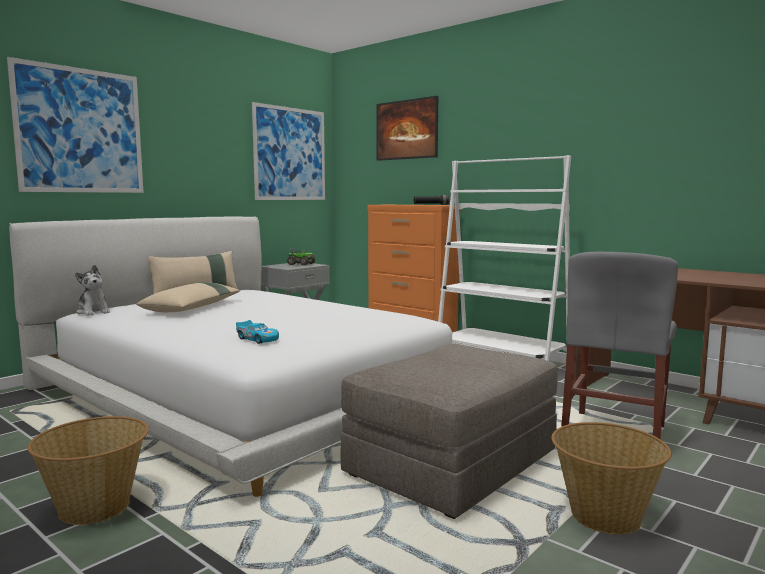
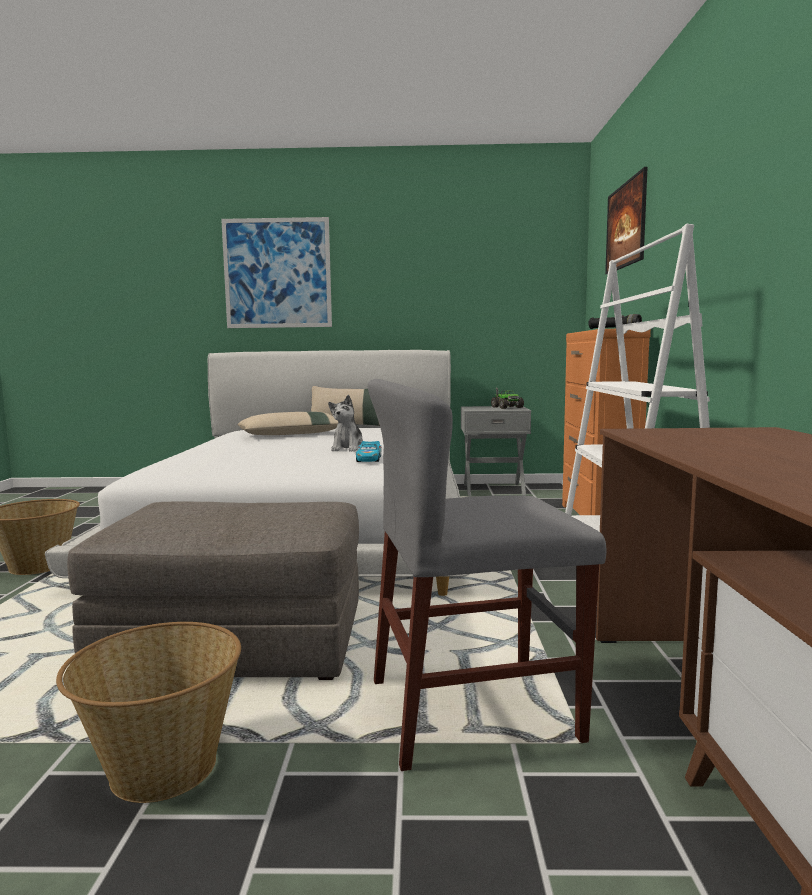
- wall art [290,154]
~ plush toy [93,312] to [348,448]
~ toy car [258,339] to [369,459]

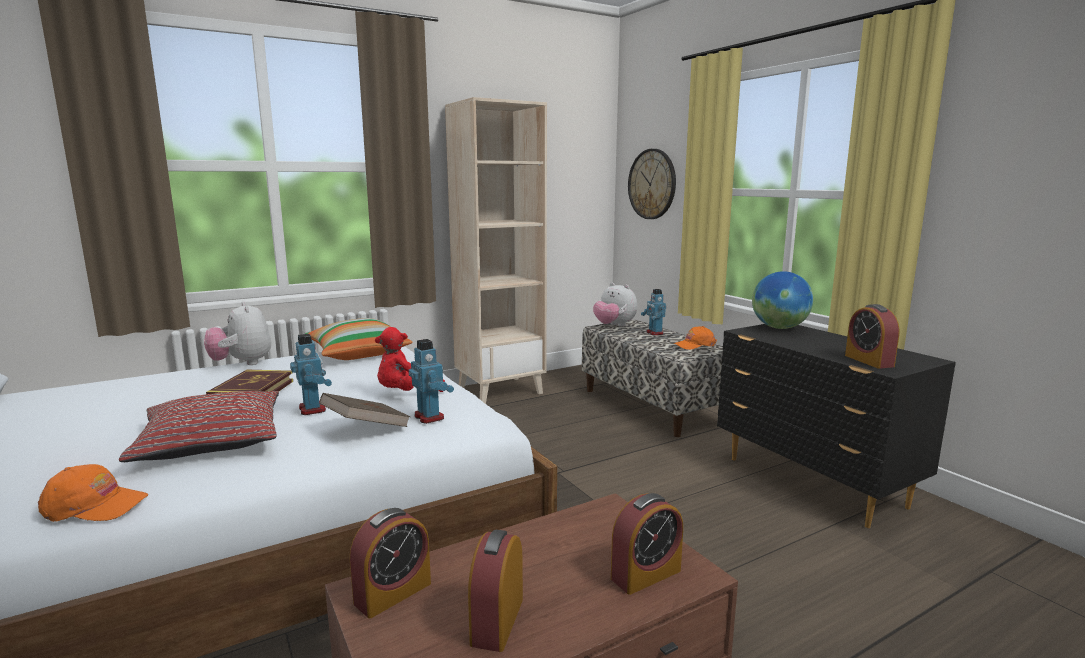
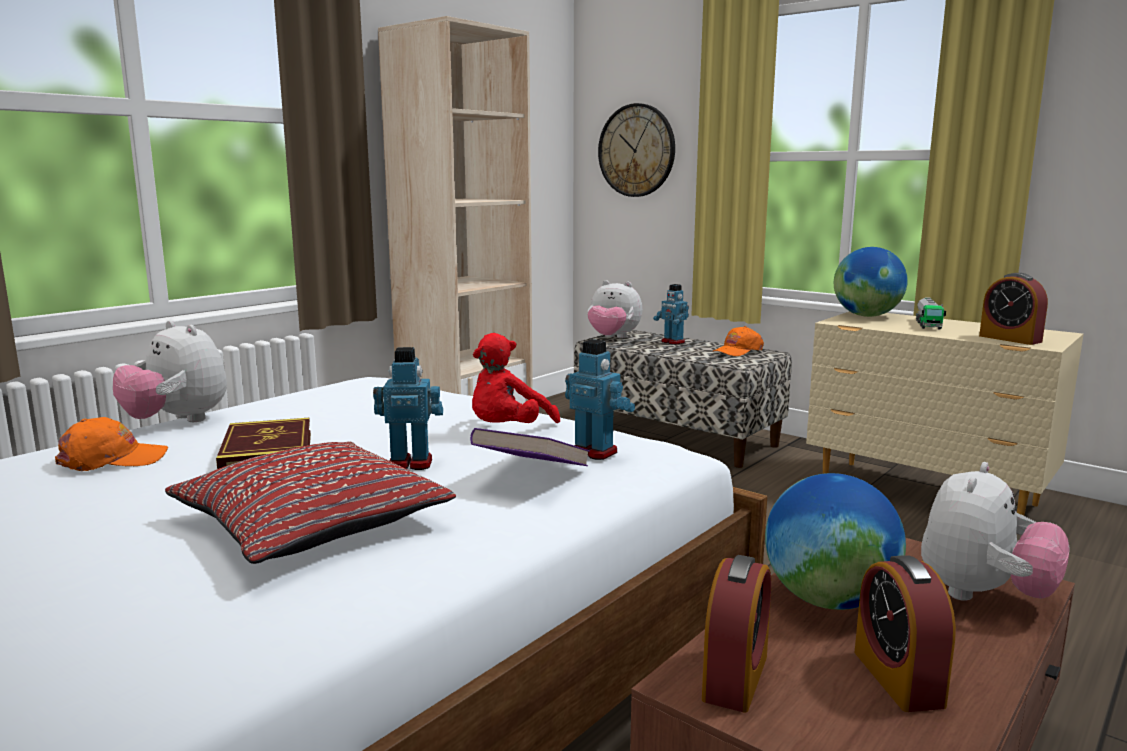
- throw pillow [358,353]
~ black-coloured drawer chest [814,483] to sand-coloured drawer chest [927,495]
~ robot figure [313,409] = [410,463] 45 degrees counterclockwise
~ brownish volume [366,428] to purplish volume [531,474]
~ orange-coloured baseball cap [94,505] to [112,460]
~ bedside clock [646,574] to plush toy [983,595]
+ toy lorry [928,325]
+ desk globe [828,601]

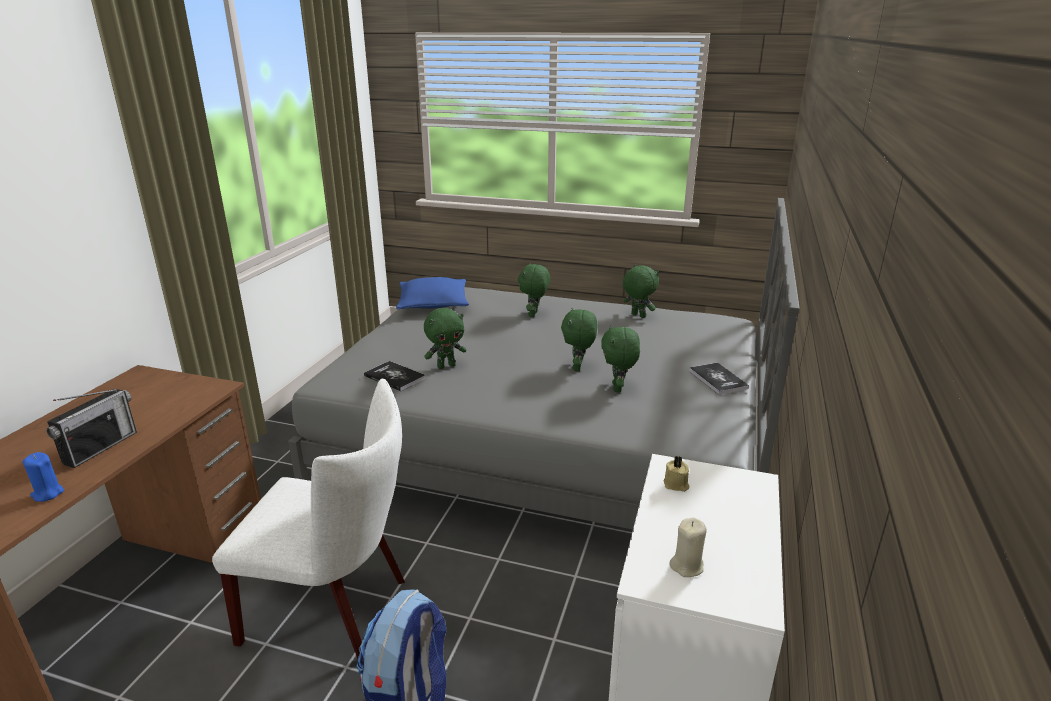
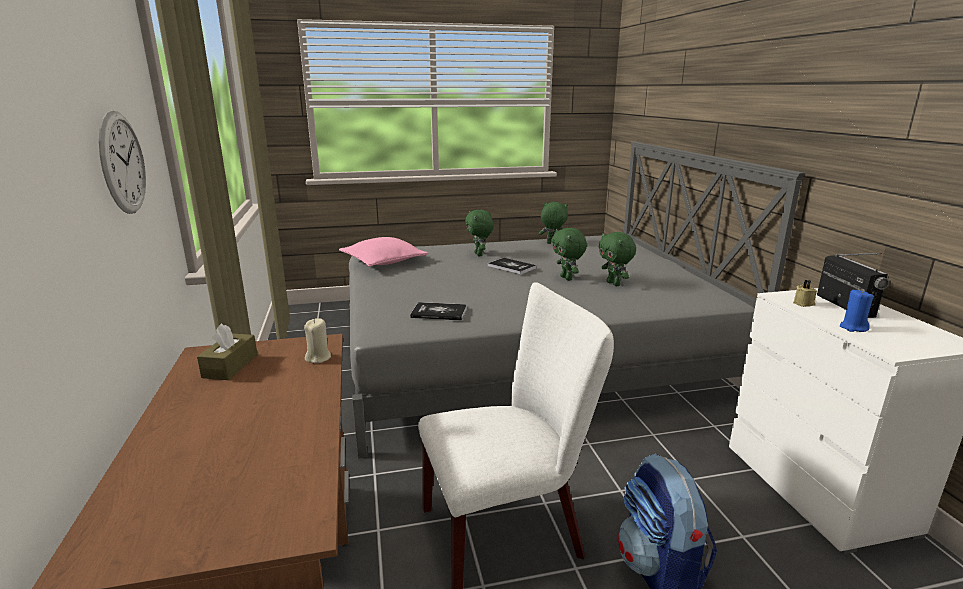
~ bluish throw pillow [433,304] to pinkish throw pillow [383,261]
- green-coloured plush toy [446,366]
~ volume [718,379] to [511,267]
~ radio [100,447] to [844,306]
~ bluish wax light [47,494] to [853,328]
~ sand-coloured wax light [687,566] to [318,358]
+ hanging clock [122,163]
+ brownish tissue box [230,366]

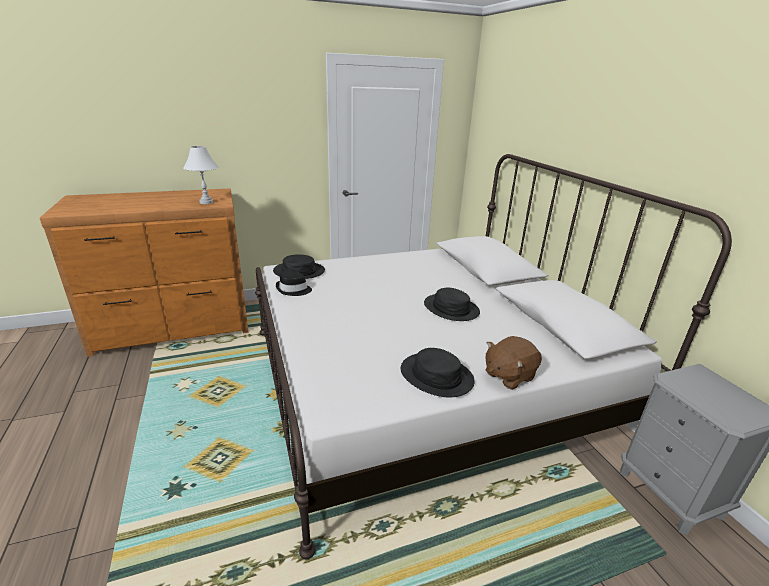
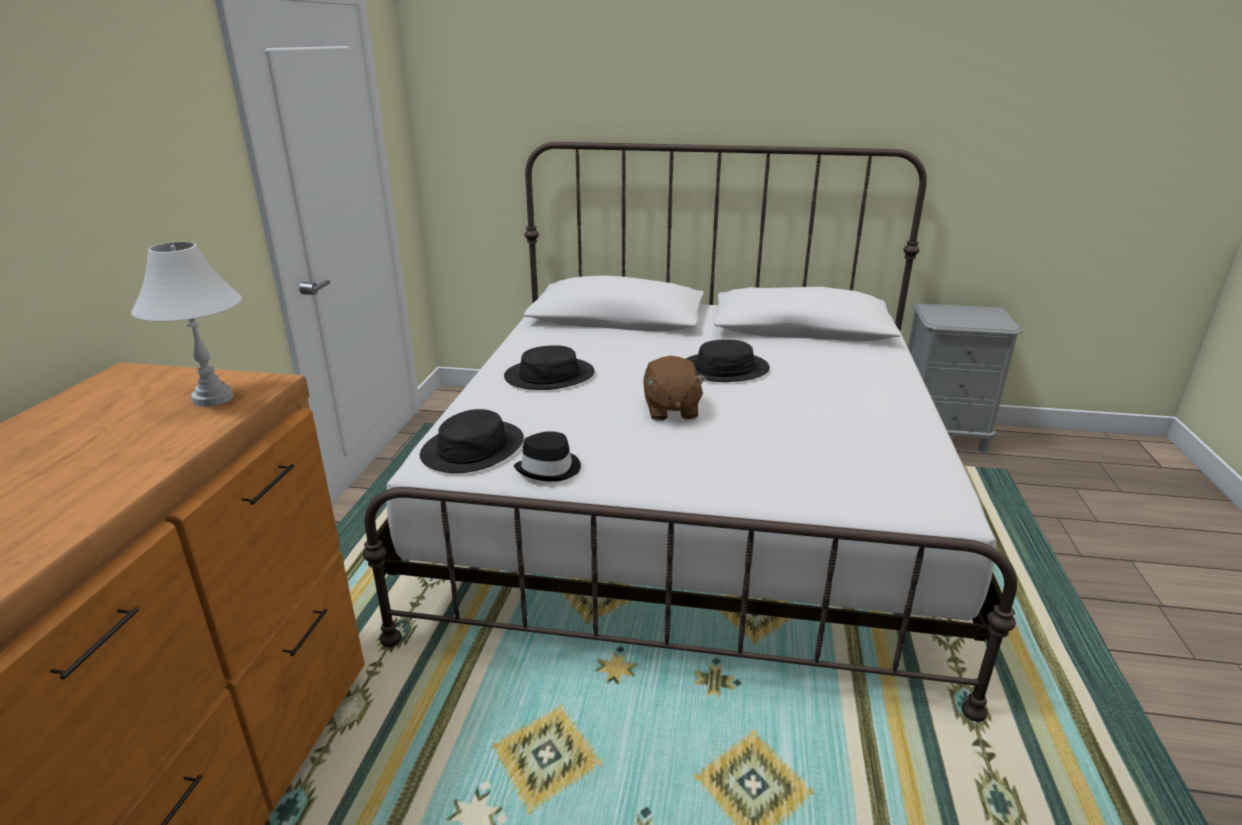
~ brownish plush toy [508,375] to [670,410]
~ black-coloured wearable hat [436,375] to [549,375]

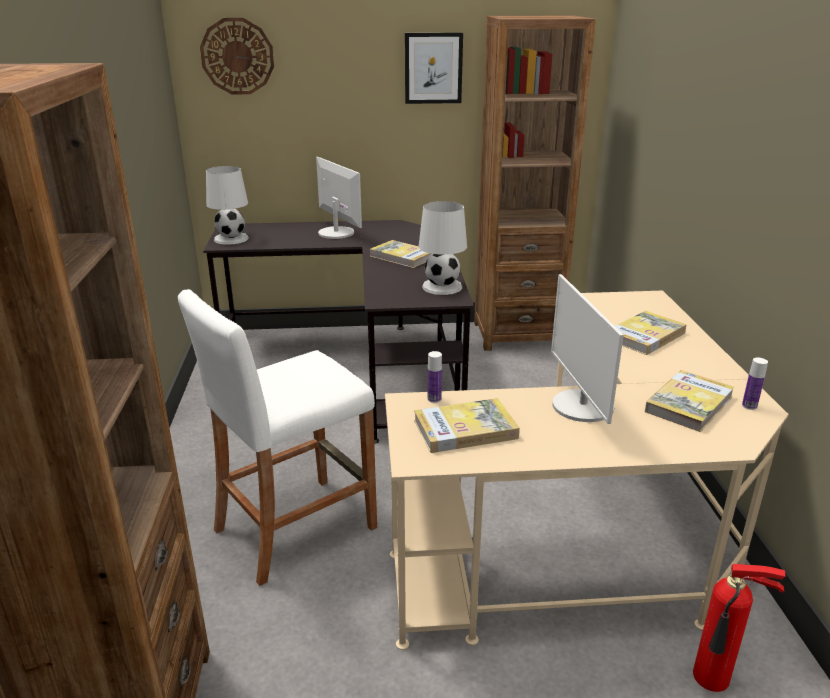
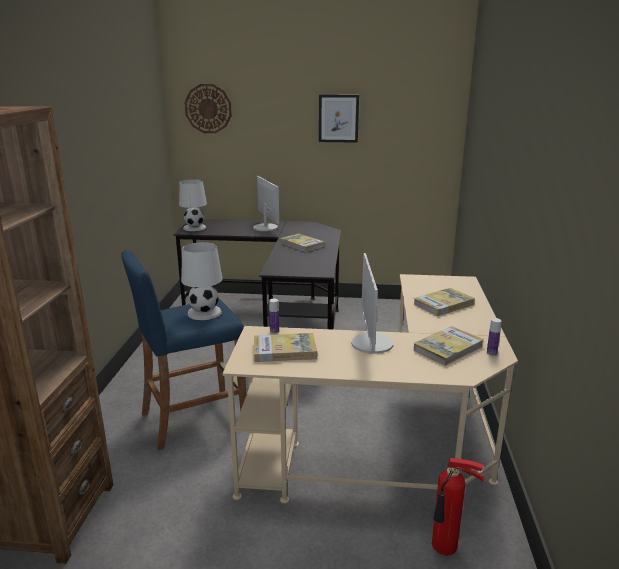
- brownish bookshelf [516,335]
~ white-coloured table lamp [441,287] to [204,312]
~ white-coloured stool seat [295,528] to bluish stool seat [194,418]

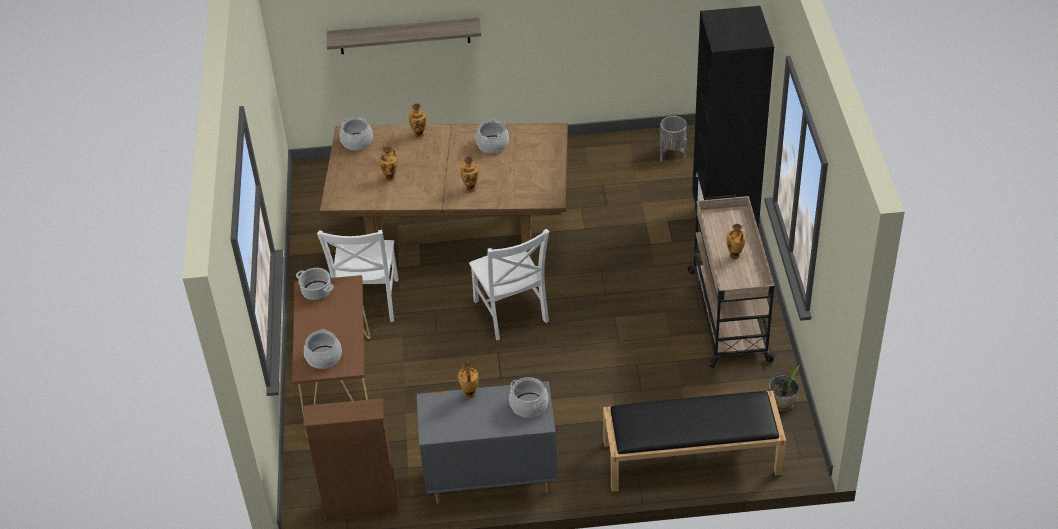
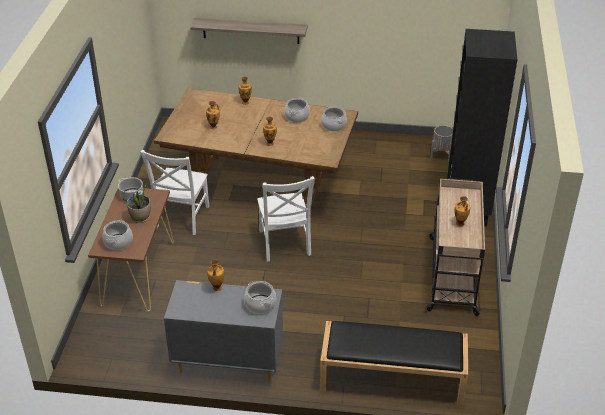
~ stockpot [357,142] to [333,125]
~ potted plant [782,403] to [140,217]
- brownish bookshelf [361,507]

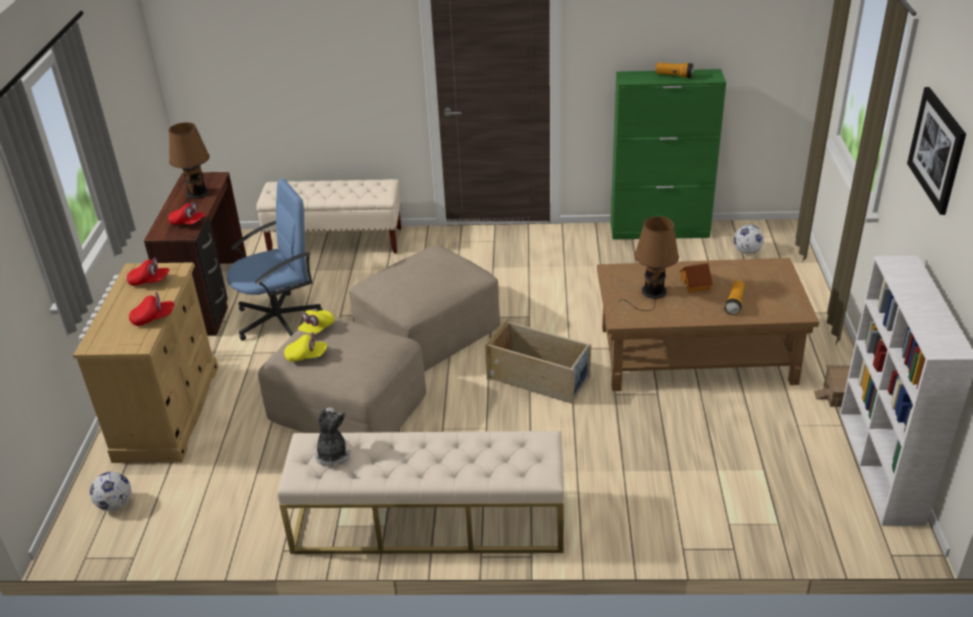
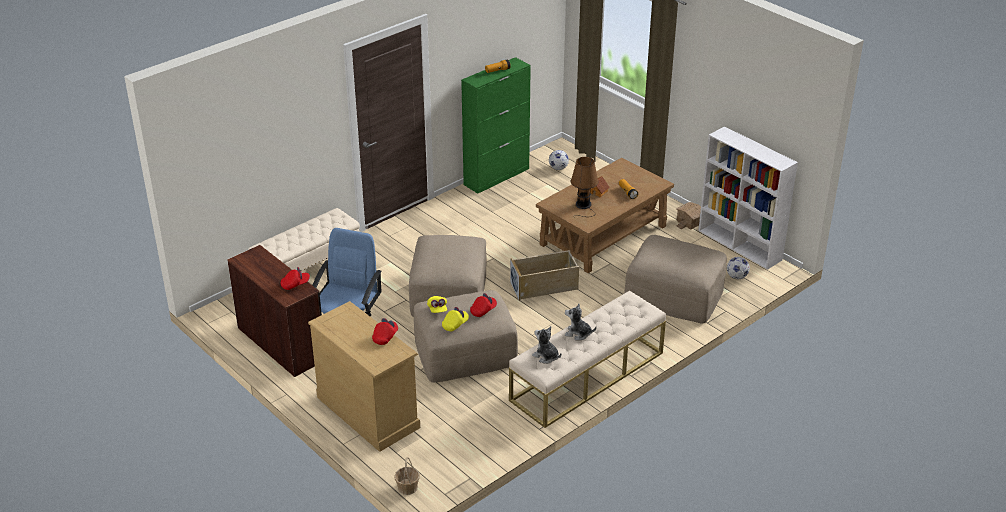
- wall art [937,149]
- brownish table lamp [196,192]
~ red baseball cap [150,281] to [483,310]
~ football ball [115,505] to [737,277]
+ sand-coloured ottoman [674,294]
+ plush toy [578,334]
+ household basket [407,487]

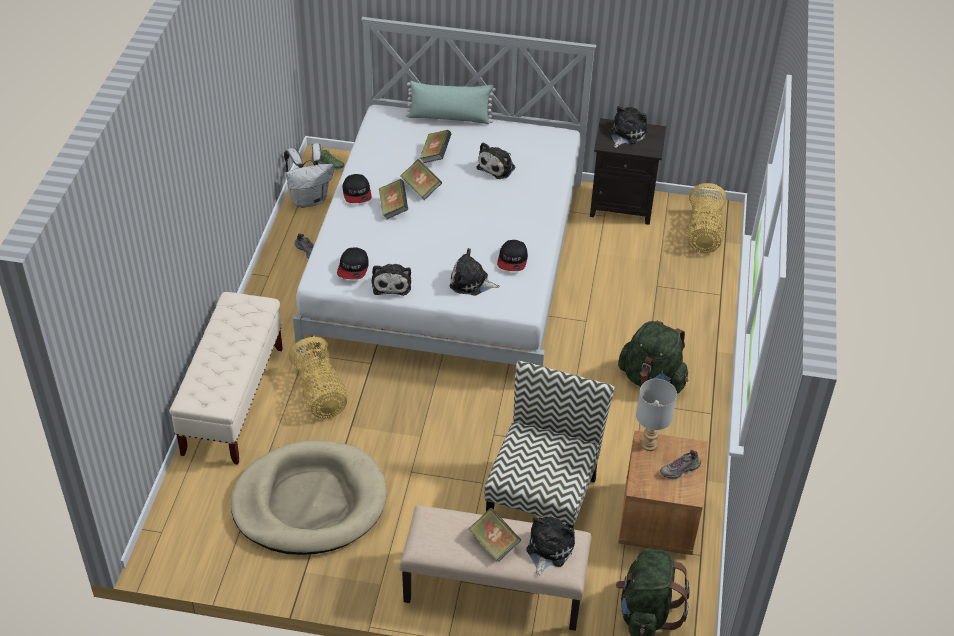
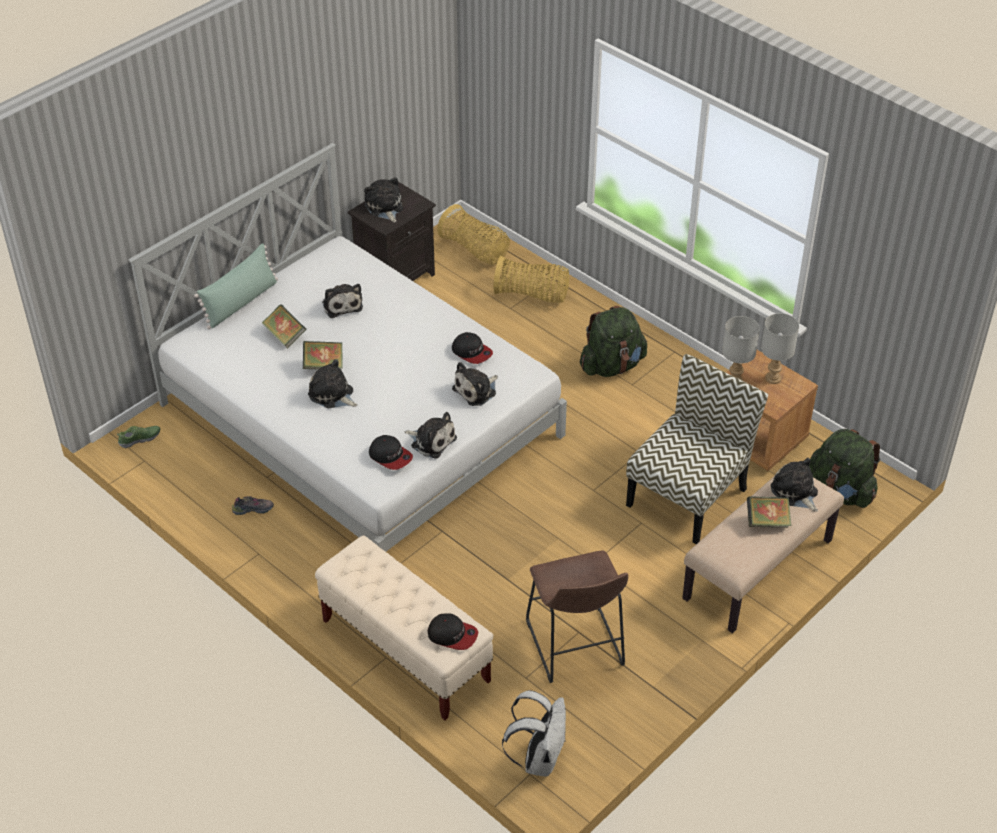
~ white-coloured rucksack [309,199] to [539,758]
~ baseball cap [357,193] to [452,635]
~ volume [393,208] to plush toy [332,395]
~ household basket [320,393] to [532,295]
~ plain chair [541,500] = [687,495] 75 degrees clockwise
~ sand-coloured pet bed [309,502] to brownish stool seat [575,648]
~ item of footwear [680,470] to gray table lamp [773,378]

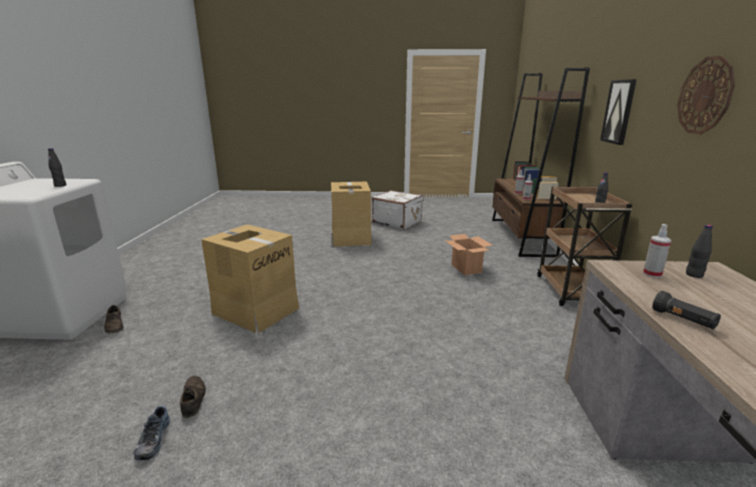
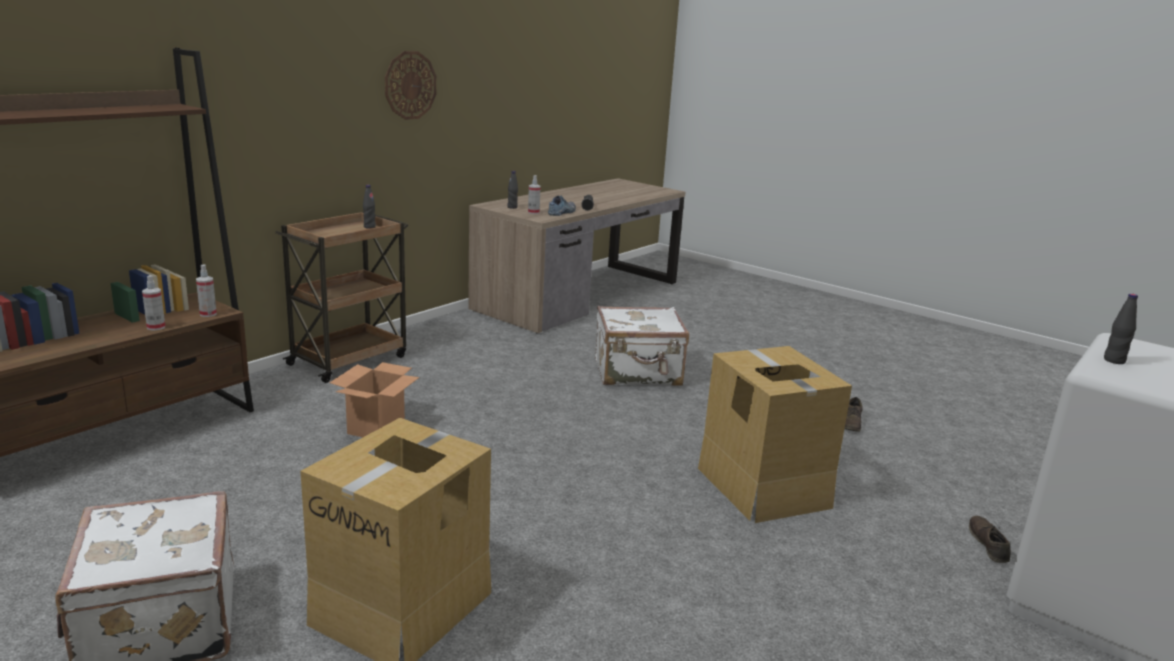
- wall art [619,112]
~ item of footwear [152,439] to [562,212]
+ white-coloured piece of luggage [638,373]

